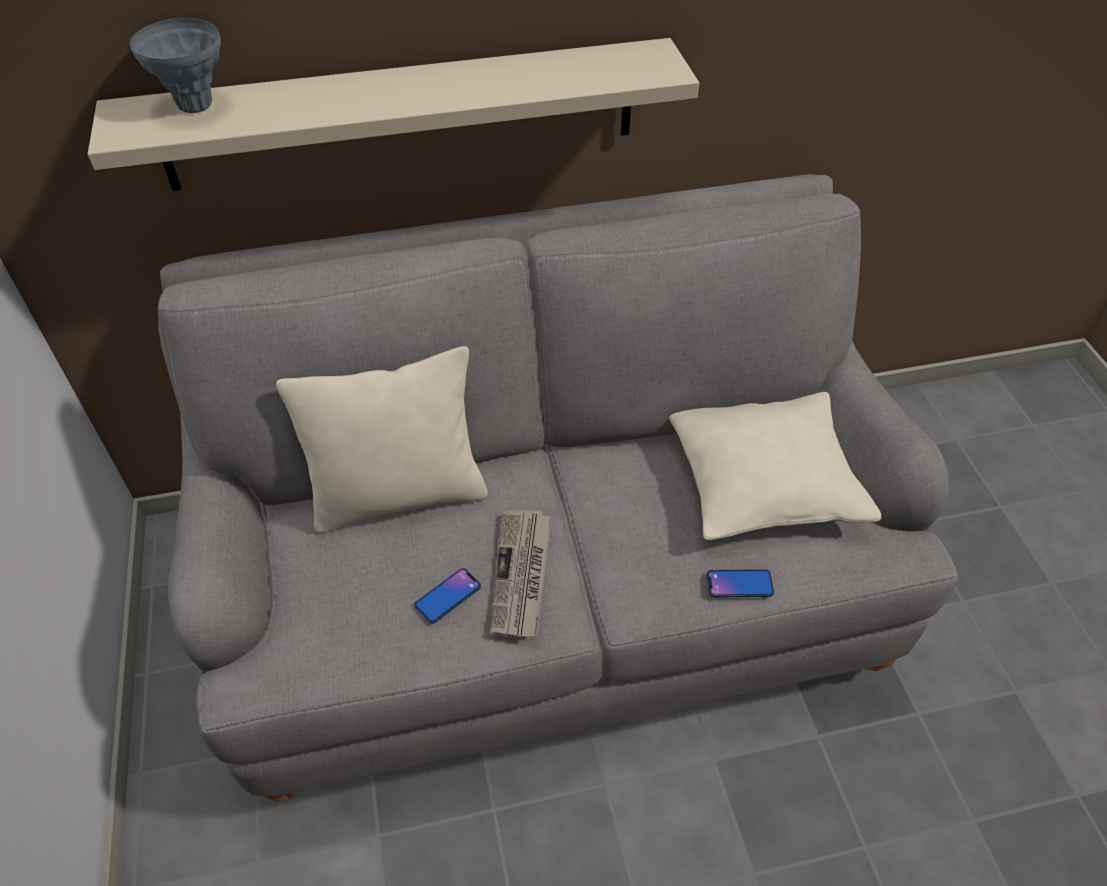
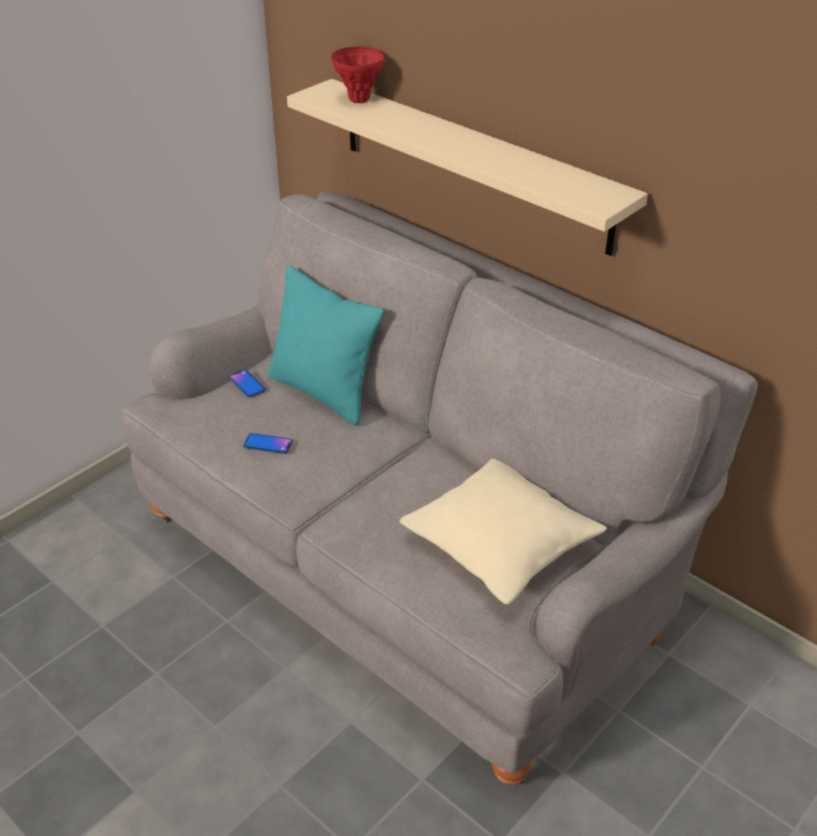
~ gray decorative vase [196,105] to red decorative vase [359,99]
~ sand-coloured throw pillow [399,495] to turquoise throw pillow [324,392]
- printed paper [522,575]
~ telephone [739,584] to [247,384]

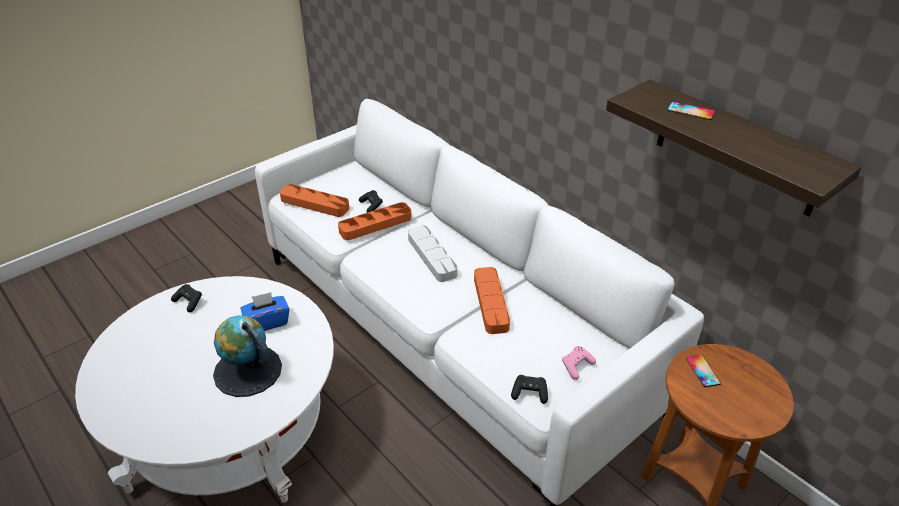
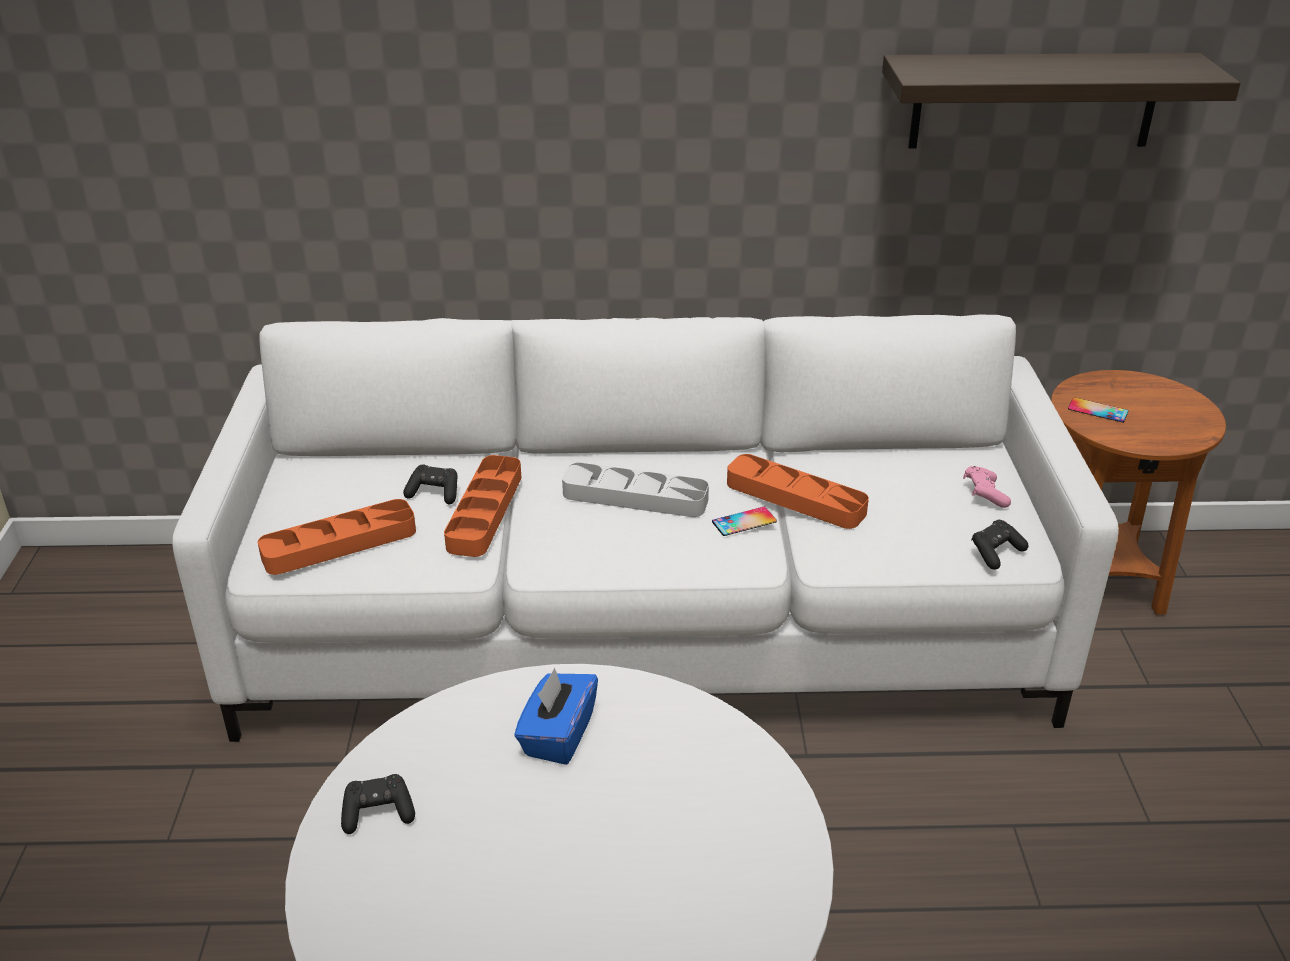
~ telephone [690,111] to [744,522]
- desk globe [247,371]

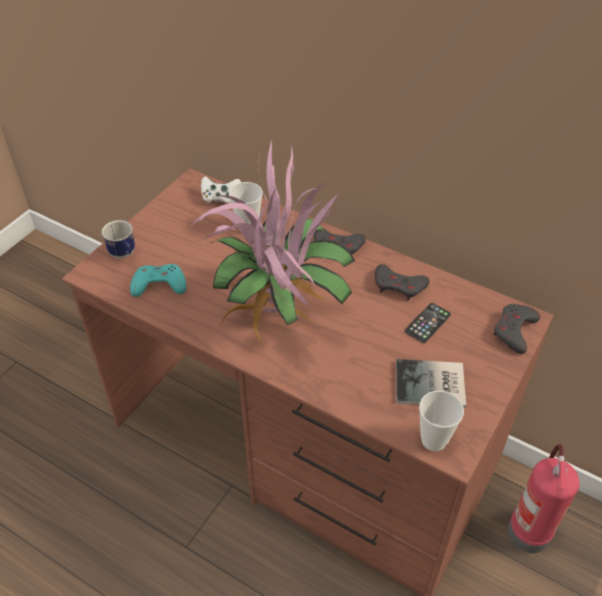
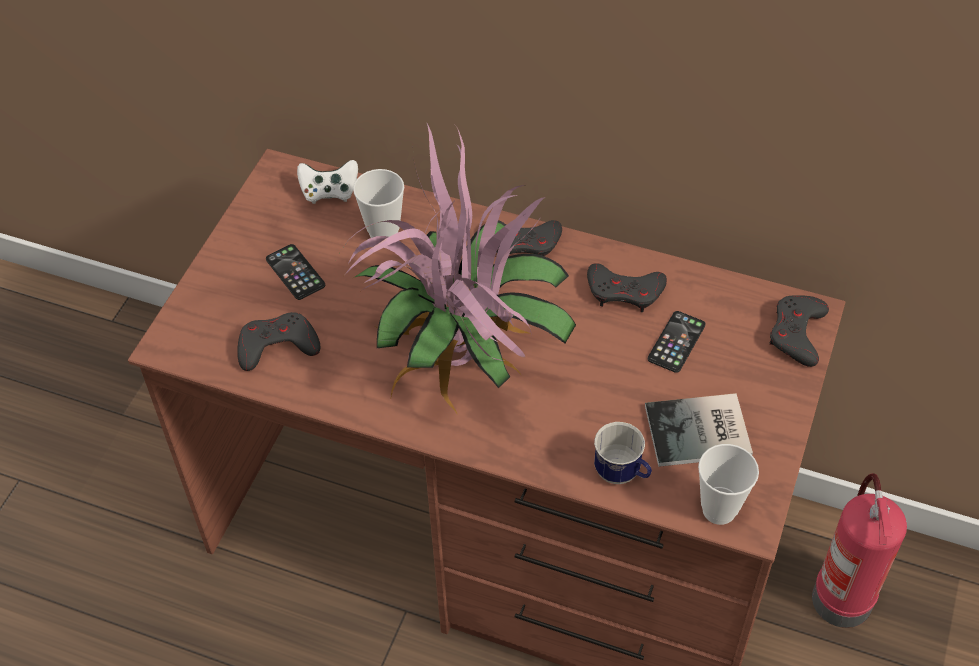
~ mug [124,255] to [622,474]
~ turquoise gamepad [159,284] to gray gamepad [277,346]
+ telephone [295,272]

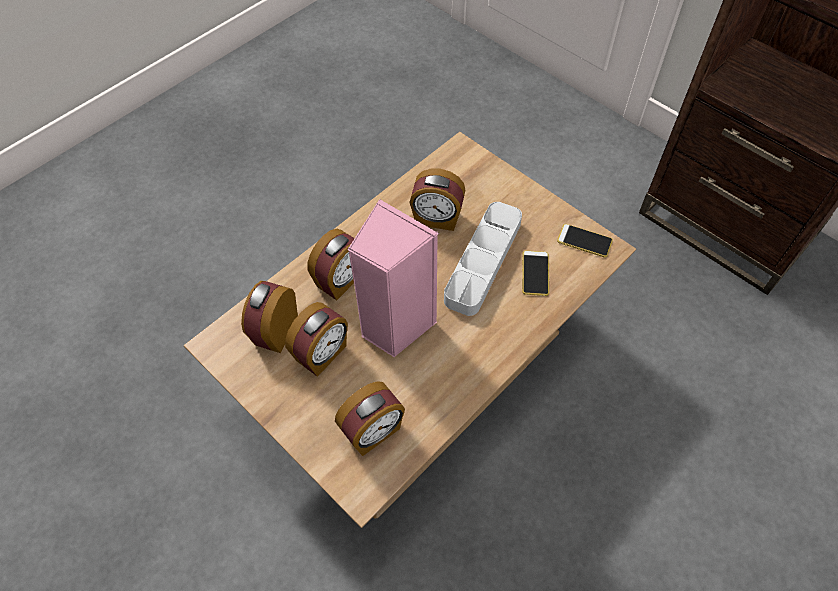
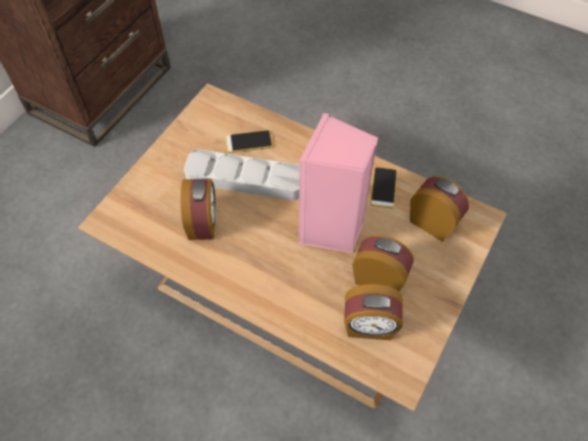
~ telephone [584,241] to [383,188]
- bedside clock [341,280]

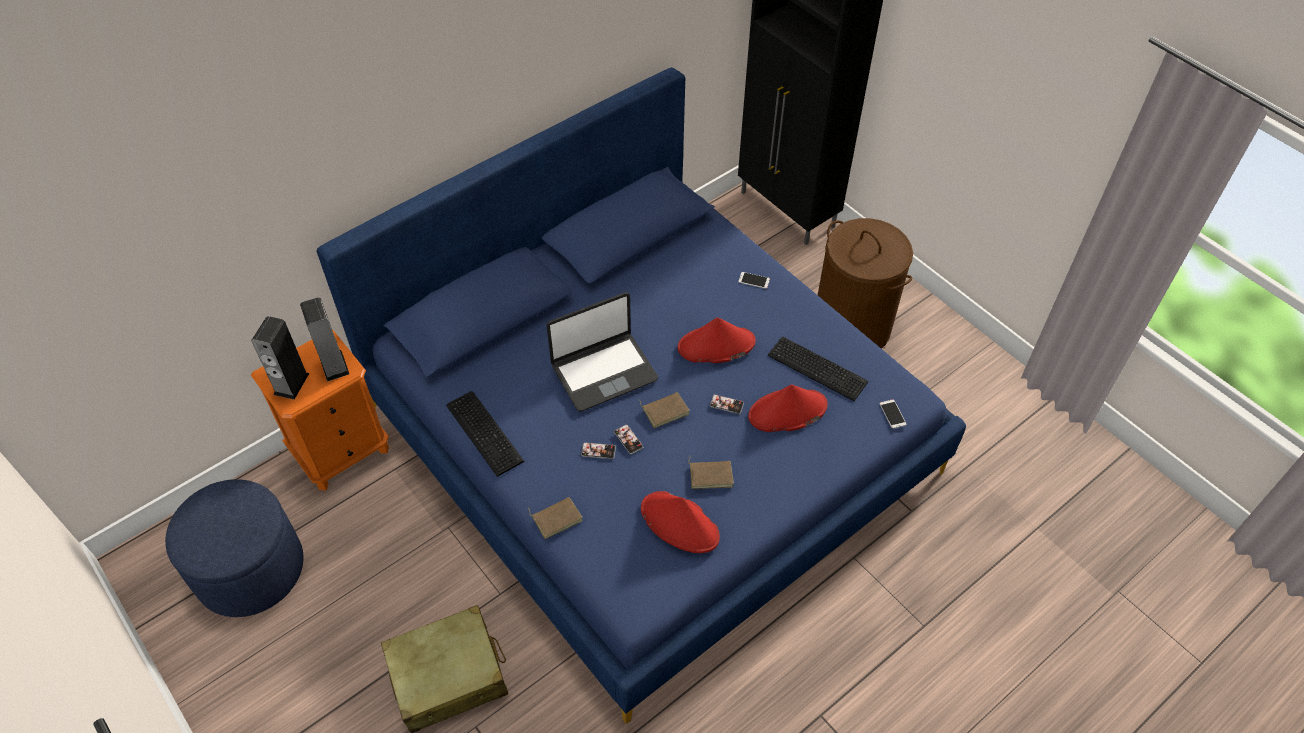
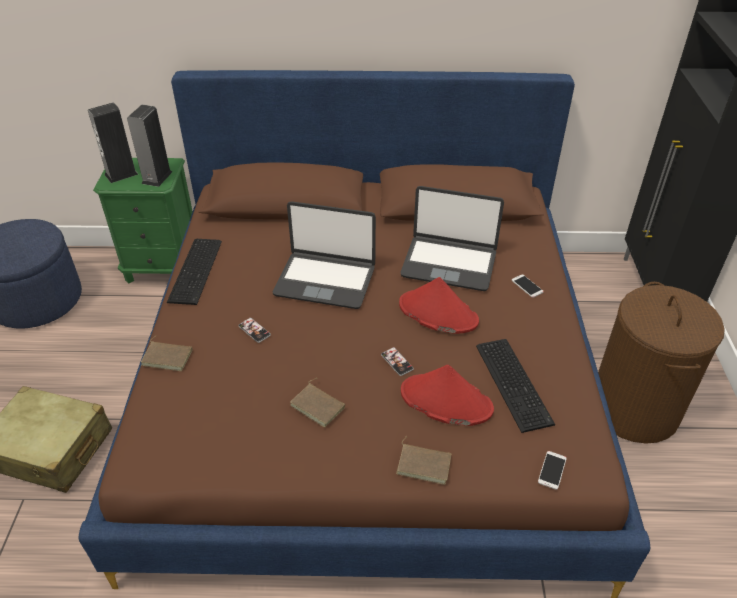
~ bluish bedroom bed [651,438] to brownish bedroom bed [368,386]
~ orange-coloured night table [342,451] to green-coloured night table [163,267]
~ brownish volume [665,410] to [424,464]
- telephone [628,439]
- red wearable hat [680,523]
+ notebook computer [449,263]

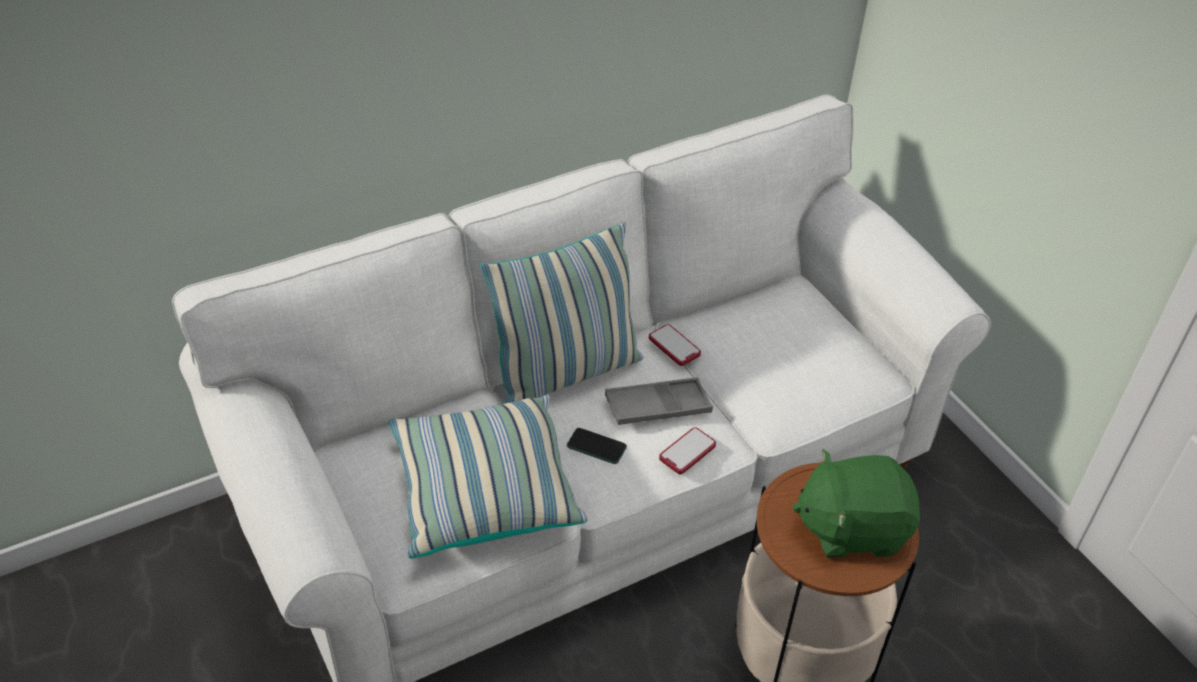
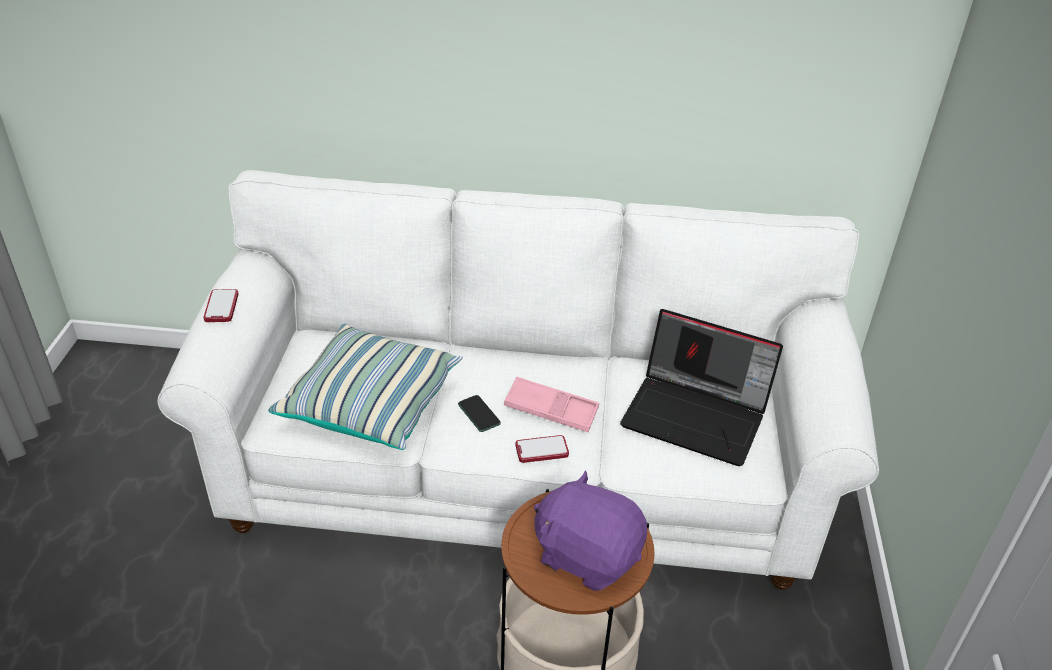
- throw pillow [566,373]
~ telephone [674,346] to [221,307]
~ gray serving tray [658,407] to pinkish serving tray [551,410]
~ green-coloured plush toy [851,528] to purplish plush toy [587,555]
+ notebook computer [697,415]

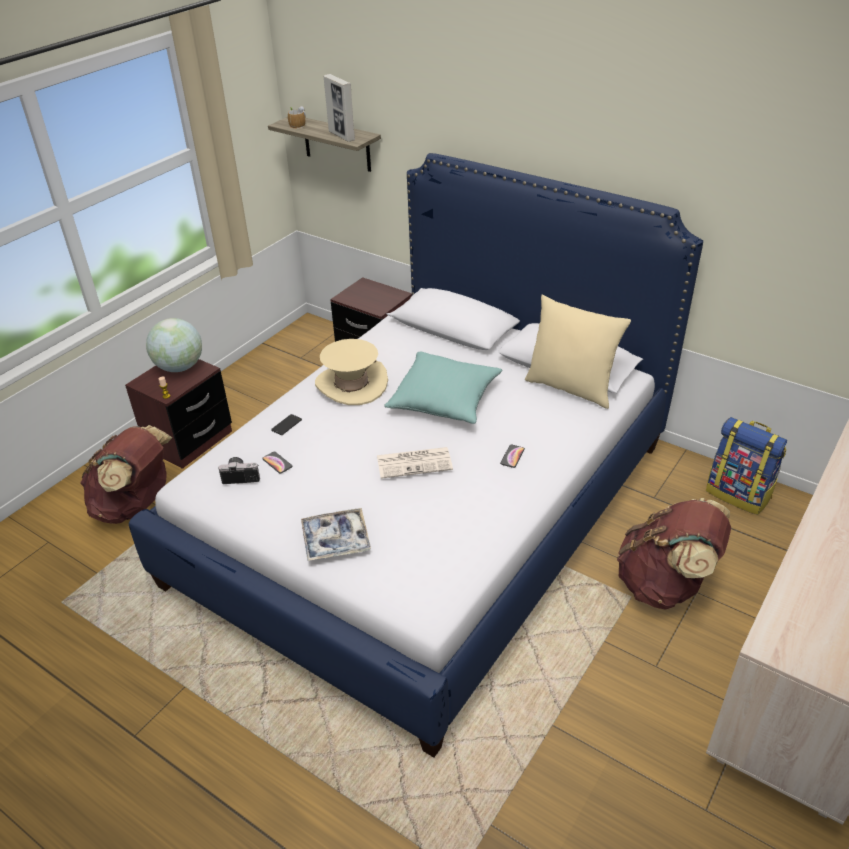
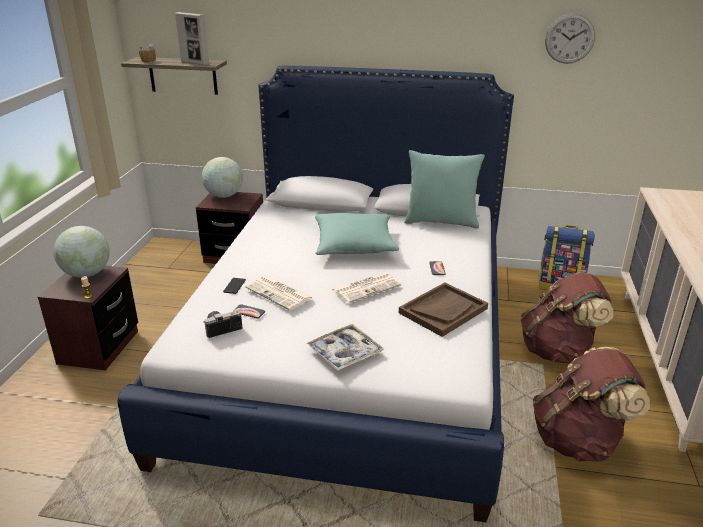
~ sand-coloured throw pillow [571,387] to turquoise throw pillow [441,221]
- sand-coloured wearable hat [351,384]
~ brownish rucksack [136,506] to [578,440]
+ hanging clock [569,38]
+ desk globe [224,196]
+ printed paper [280,293]
+ brownish serving tray [443,310]

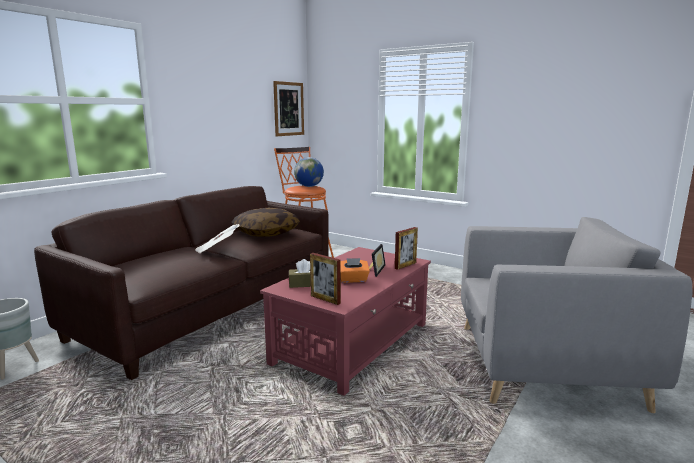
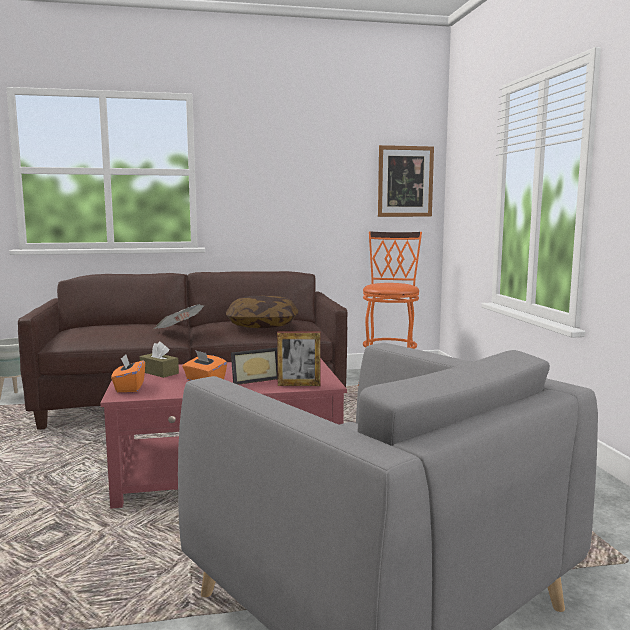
- desk globe [309,186]
~ picture frame [325,299] to orange-coloured tissue box [129,387]

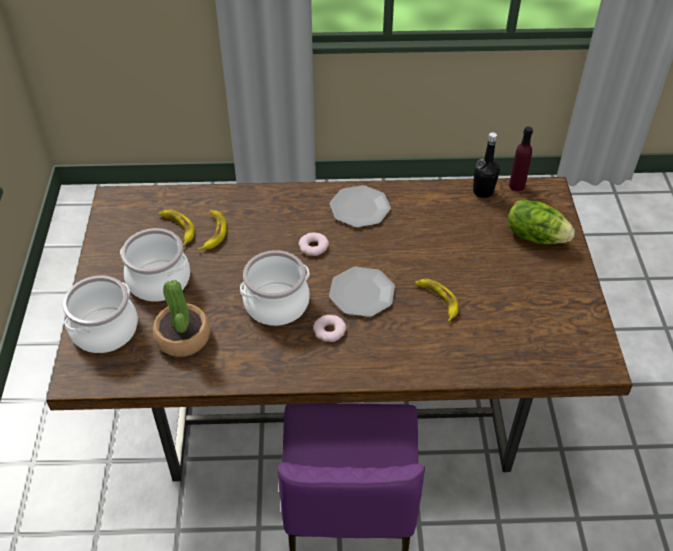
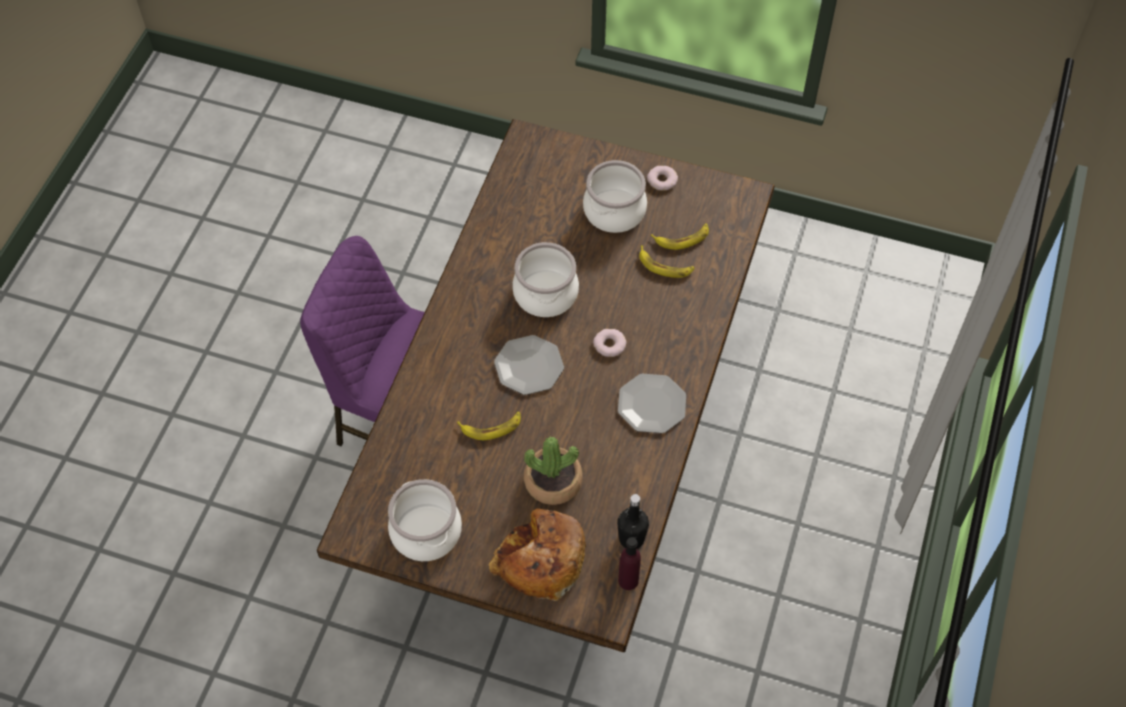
~ lettuce [535,236] to bread [540,560]
~ stockpot [105,330] to [425,532]
~ potted plant [183,337] to [553,481]
~ ring doughnut [329,331] to [662,180]

